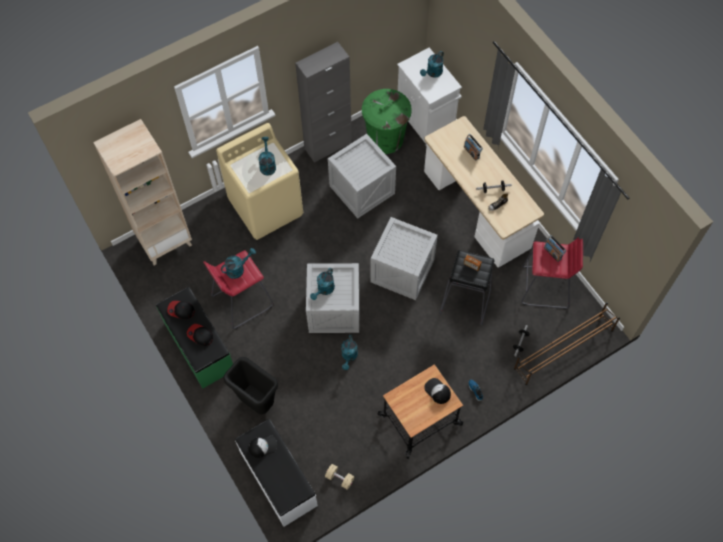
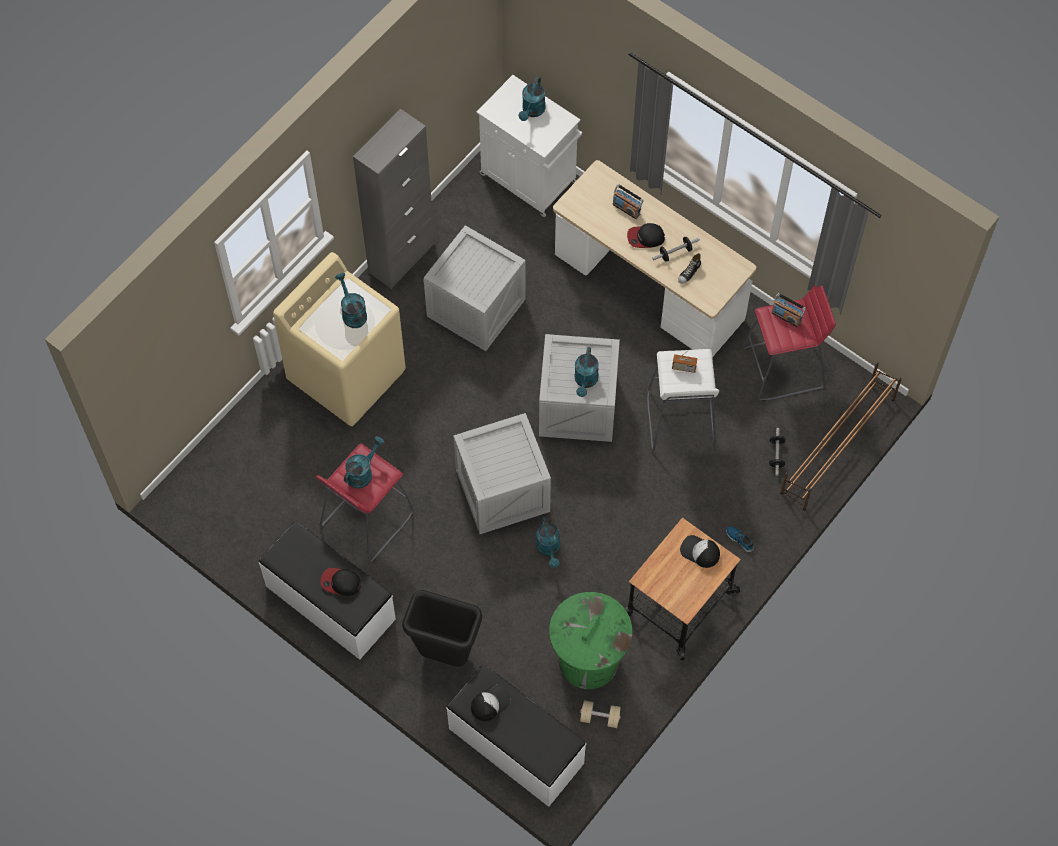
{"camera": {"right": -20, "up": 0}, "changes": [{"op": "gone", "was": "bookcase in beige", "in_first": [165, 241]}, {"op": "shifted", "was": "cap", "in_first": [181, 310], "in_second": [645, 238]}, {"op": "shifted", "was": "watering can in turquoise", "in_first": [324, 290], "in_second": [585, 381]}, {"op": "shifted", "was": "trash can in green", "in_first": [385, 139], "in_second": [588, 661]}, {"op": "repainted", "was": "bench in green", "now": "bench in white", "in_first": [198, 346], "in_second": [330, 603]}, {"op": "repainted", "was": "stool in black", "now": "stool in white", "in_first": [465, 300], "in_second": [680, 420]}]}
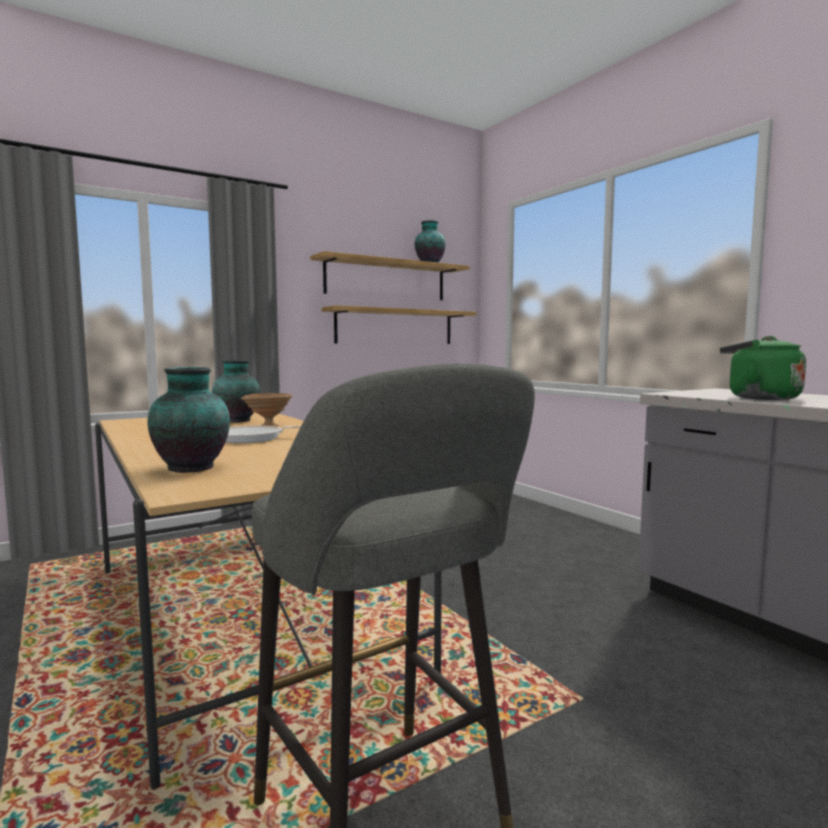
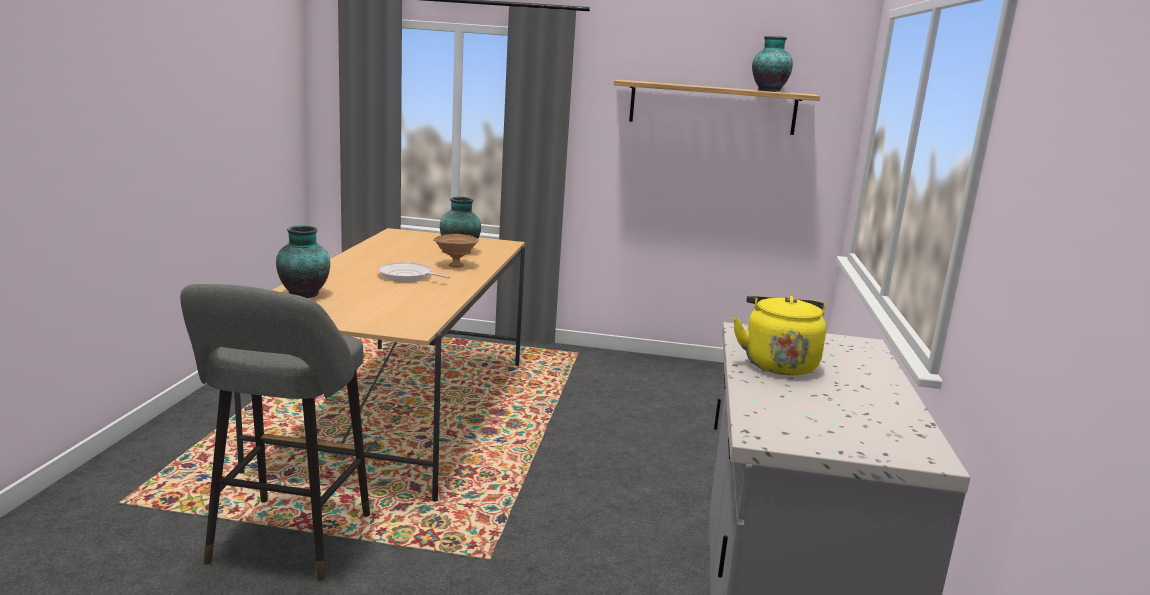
{"camera": {"right": 40, "up": 10}, "changes": [{"op": "gone", "was": "shelf", "in_first": [395, 327]}, {"op": "repainted", "was": "kettle in green", "now": "kettle in yellow", "in_first": [758, 398], "in_second": [778, 364]}]}
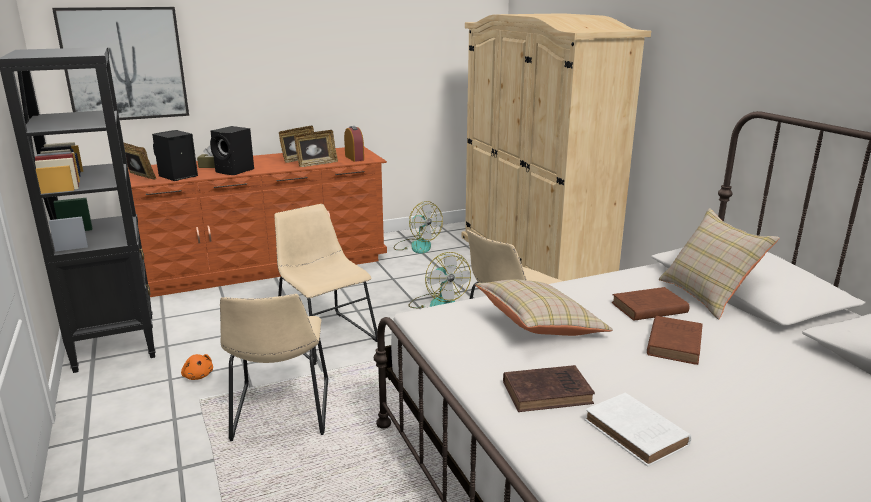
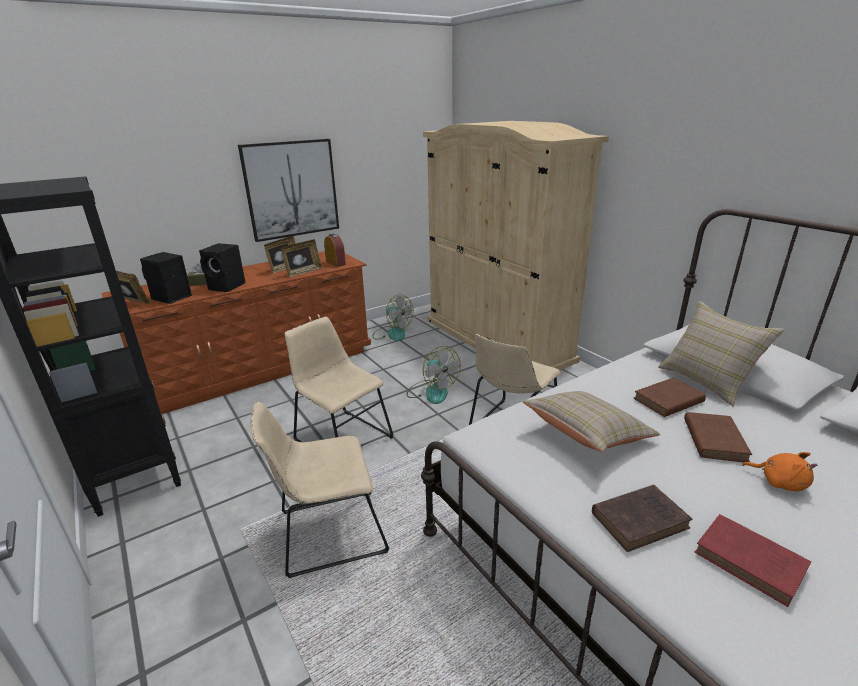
{"camera": {"right": -10, "up": 5}, "changes": [{"op": "shifted", "was": "picture", "in_first": [124, 64], "in_second": [291, 189]}, {"op": "shifted", "was": "plush toy in orange", "in_first": [198, 376], "in_second": [779, 482]}, {"op": "repainted", "was": "book in white", "now": "book in red", "in_first": [637, 434], "in_second": [752, 563]}, {"op": "rotated", "was": "chair in beige", "in_first": [281, 412], "in_second": [327, 533], "clockwise": 90}]}
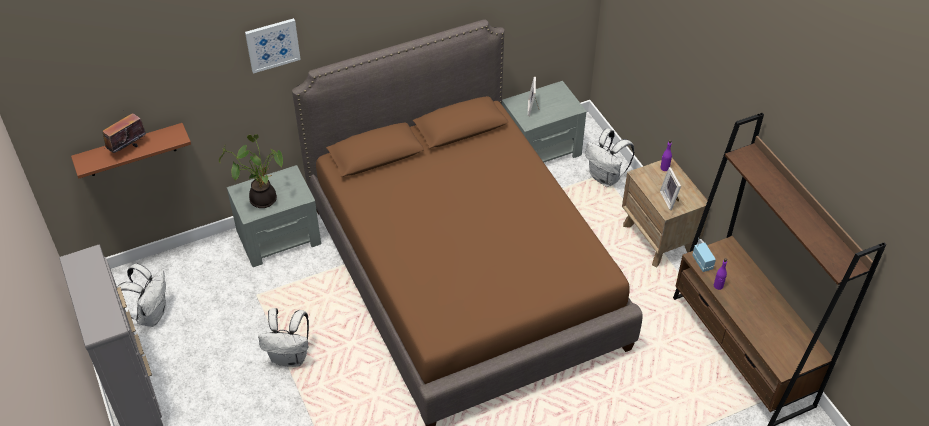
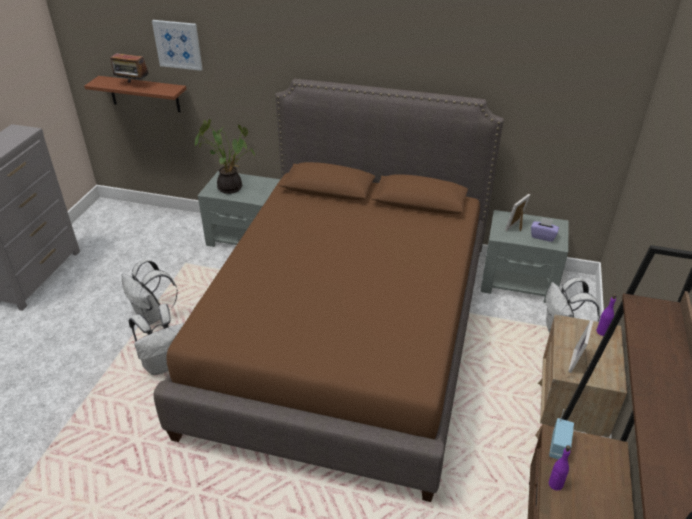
{"camera": {"right": 40, "up": -10}, "changes": [{"op": "new", "now": "tissue box in purple", "in_second": [543, 236]}, {"op": "shifted", "was": "backpack in white", "in_first": [151, 314], "in_second": [164, 363]}, {"op": "shifted", "was": "picture", "in_first": [272, 45], "in_second": [178, 44]}, {"op": "rotated", "was": "radio", "in_first": [127, 148], "in_second": [132, 84], "clockwise": -150}]}
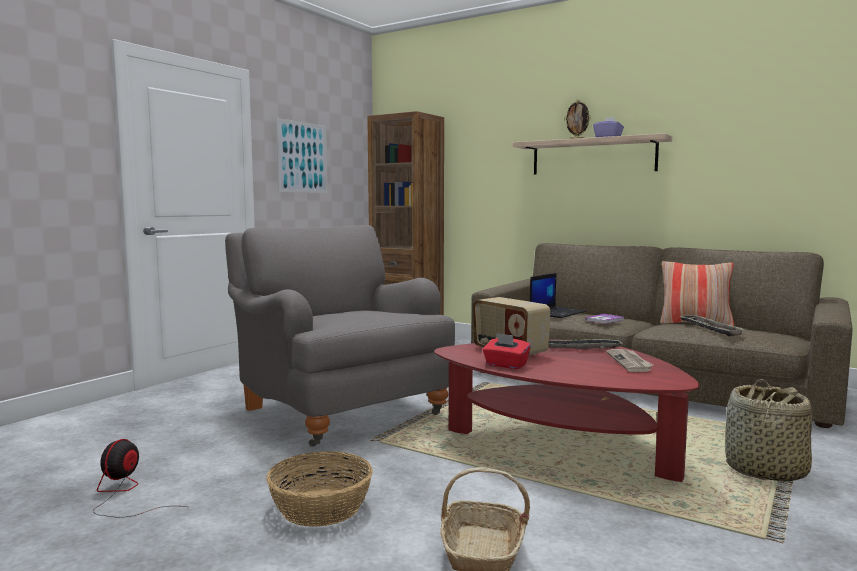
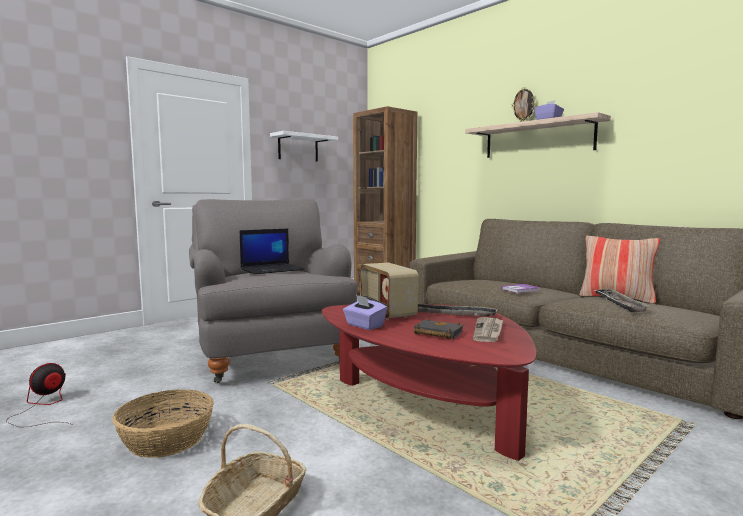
{"camera": {"right": 15, "up": 0}, "changes": [{"op": "gone", "was": "basket", "in_first": [764, 470]}, {"op": "new", "now": "book in black", "in_second": [436, 333]}, {"op": "shifted", "was": "laptop", "in_first": [557, 313], "in_second": [272, 269]}, {"op": "swapped", "was": "picture", "now": "shelf in white", "in_first": [302, 157], "in_second": [298, 148]}, {"op": "repainted", "was": "tissue box in red", "now": "tissue box in purple", "in_first": [506, 365], "in_second": [364, 325]}]}
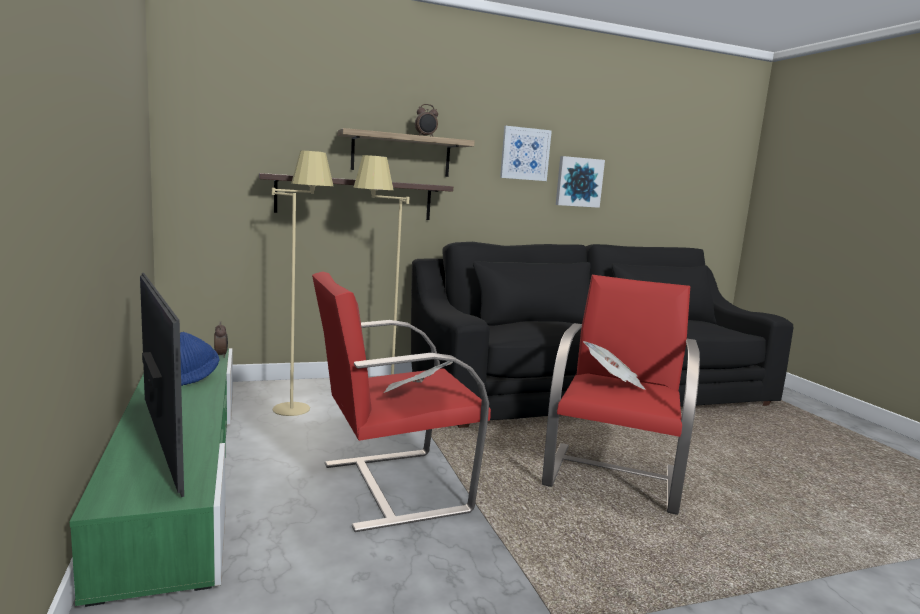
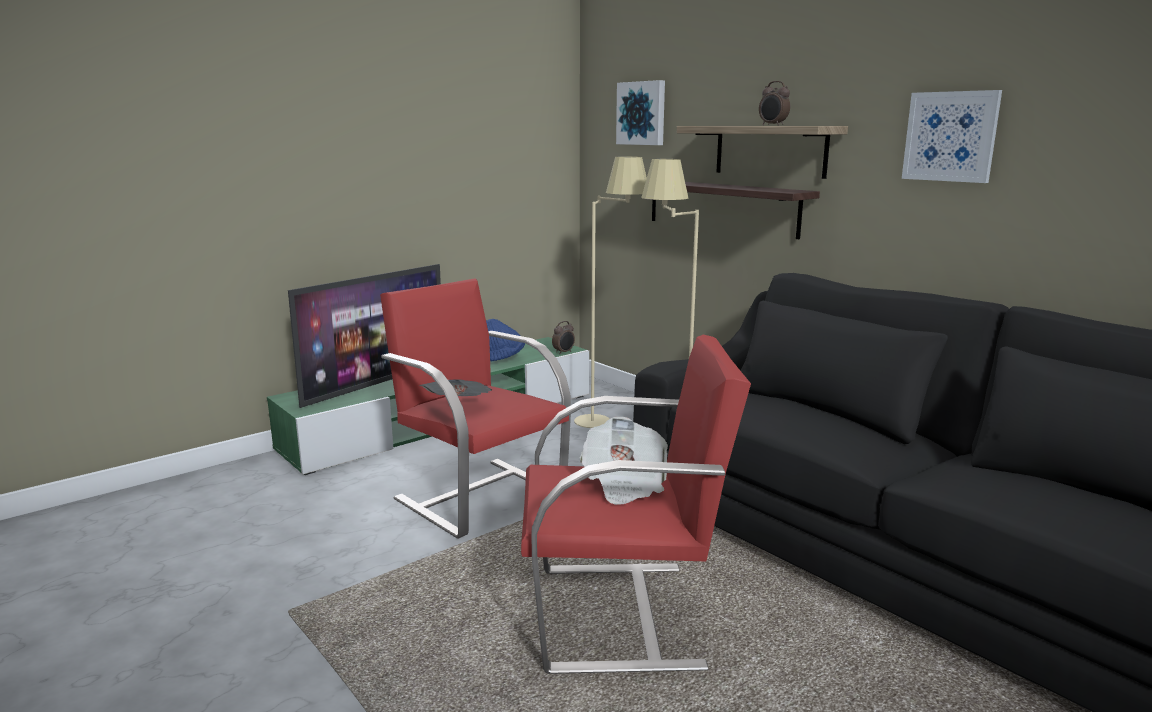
{"camera": {"right": 70, "up": 5}, "changes": [{"op": "shifted", "was": "picture", "in_first": [578, 182], "in_second": [642, 113]}]}
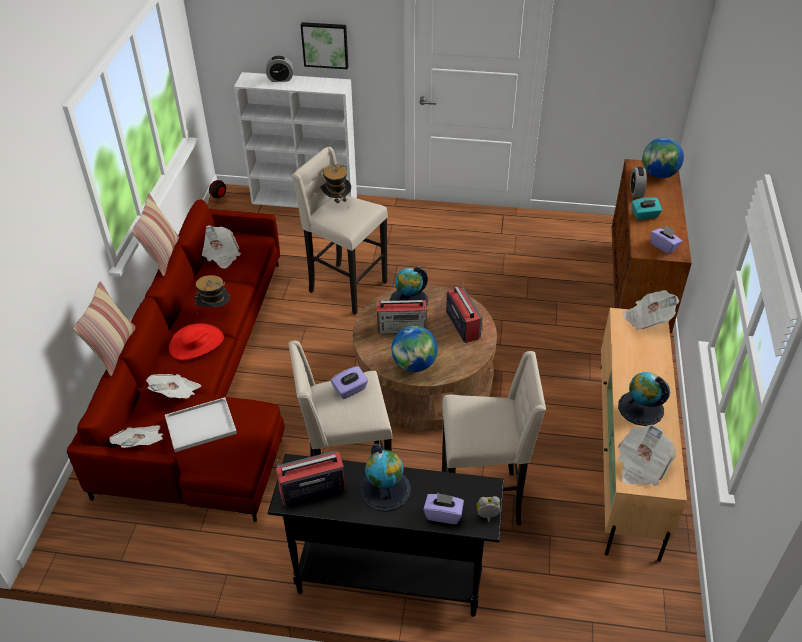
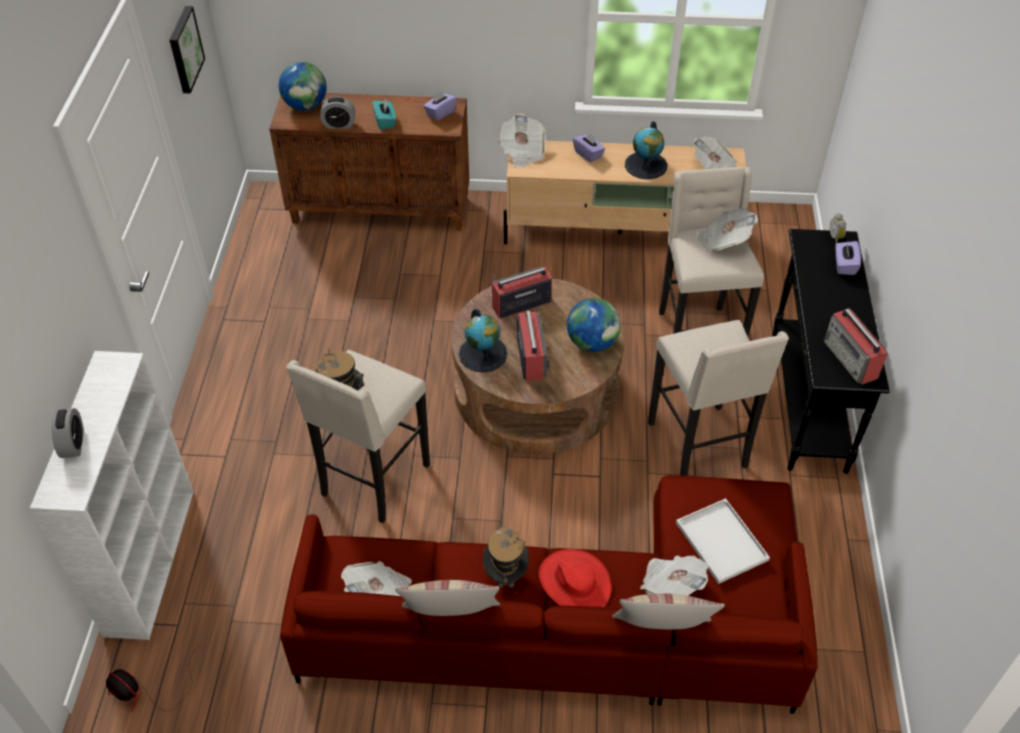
{"camera": {"right": -95, "up": 5}, "changes": [{"op": "gone", "was": "globe", "in_first": [385, 489]}, {"op": "shifted", "was": "newspaper", "in_first": [142, 444], "in_second": [723, 241]}, {"op": "shifted", "was": "picture", "in_first": [325, 44], "in_second": [184, 49]}, {"op": "shifted", "was": "tissue box in purple", "in_first": [350, 390], "in_second": [588, 154]}]}
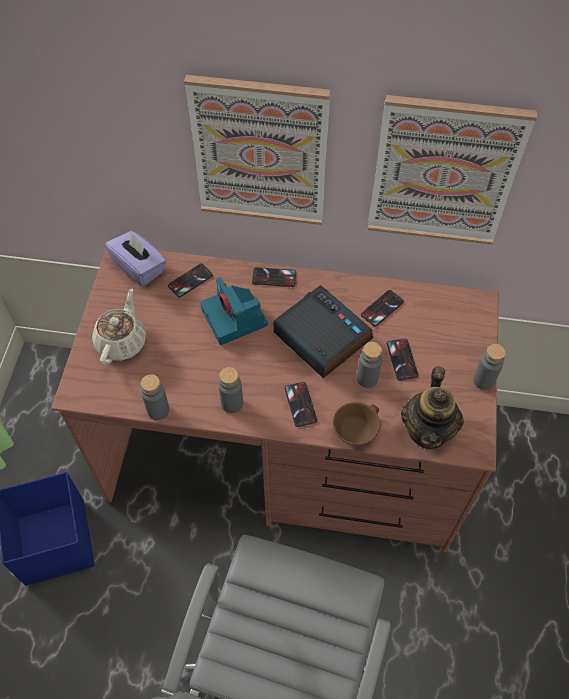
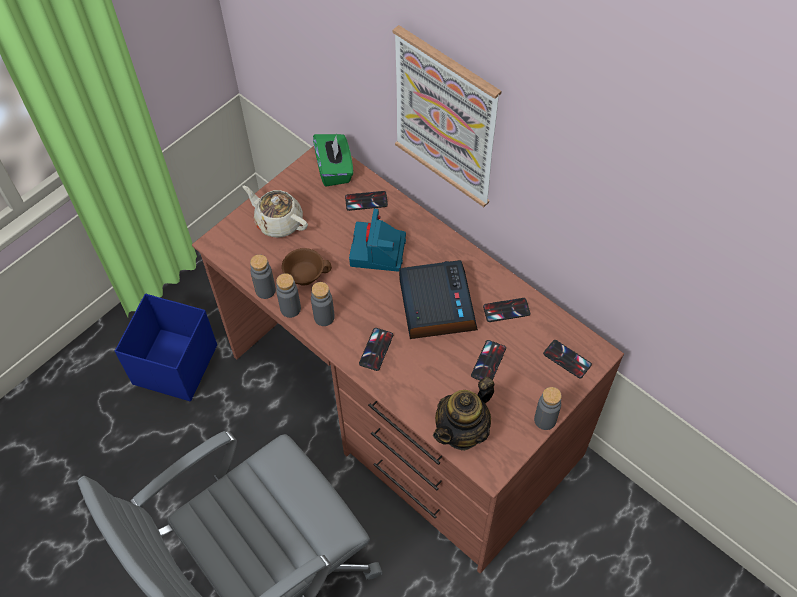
{"camera": {"right": 35, "up": 0}, "changes": [{"op": "gone", "was": "picture", "in_first": [444, 172]}, {"op": "shifted", "was": "phone", "in_first": [274, 277], "in_second": [567, 359]}, {"op": "shifted", "was": "cup in brown", "in_first": [354, 429], "in_second": [305, 273]}, {"op": "shifted", "was": "bottle in grey", "in_first": [367, 378], "in_second": [290, 309]}, {"op": "repainted", "was": "tissue box in purple", "now": "tissue box in green", "in_first": [139, 268], "in_second": [334, 169]}, {"op": "rotated", "was": "teapot in beige", "in_first": [122, 341], "in_second": [278, 221], "clockwise": -105}]}
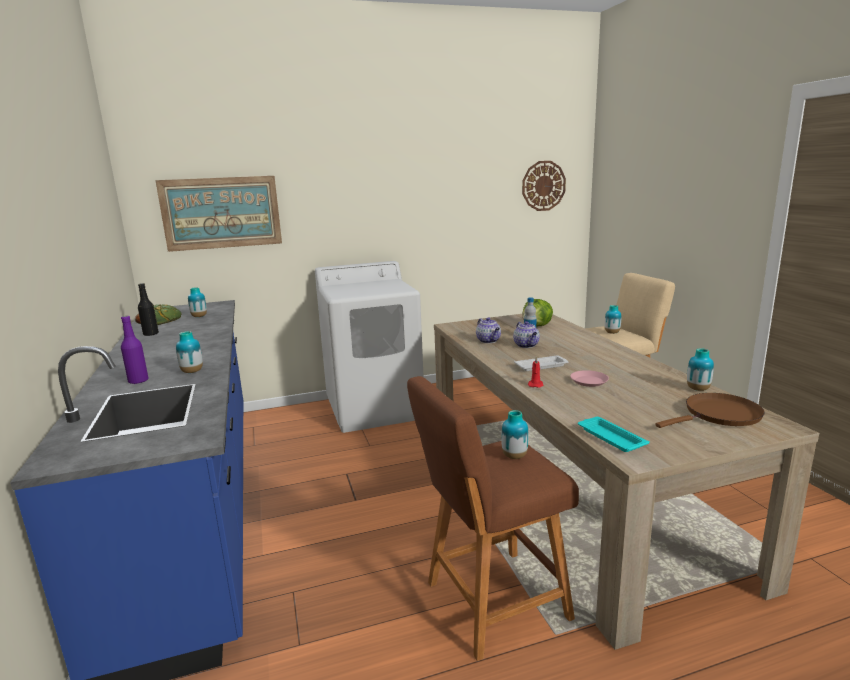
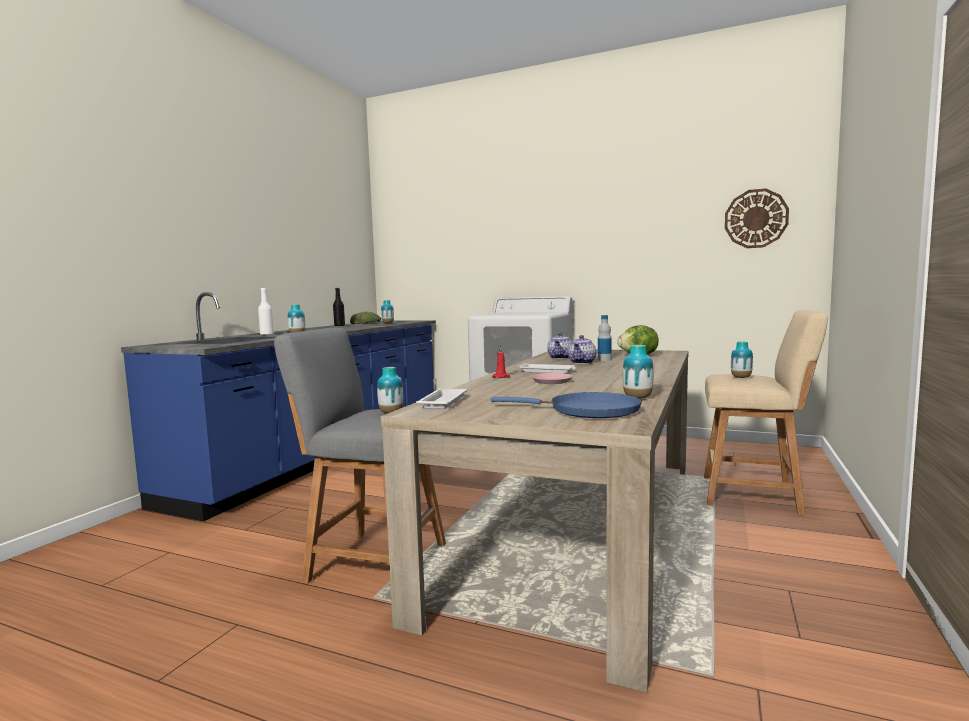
{"camera": {"right": 40, "up": -10}, "changes": [{"op": "gone", "was": "picture", "in_first": [221, 213]}, {"op": "repainted", "was": "bottle in purple", "now": "bottle in white", "in_first": [138, 381], "in_second": [267, 334]}, {"op": "repainted", "was": "stool in brown", "now": "stool in grey", "in_first": [491, 603], "in_second": [371, 561]}, {"op": "repainted", "was": "tray in turquoise", "now": "tray in white", "in_first": [610, 437], "in_second": [444, 402]}, {"op": "repainted", "was": "frying pan in brown", "now": "frying pan in blue", "in_first": [719, 415], "in_second": [588, 410]}]}
